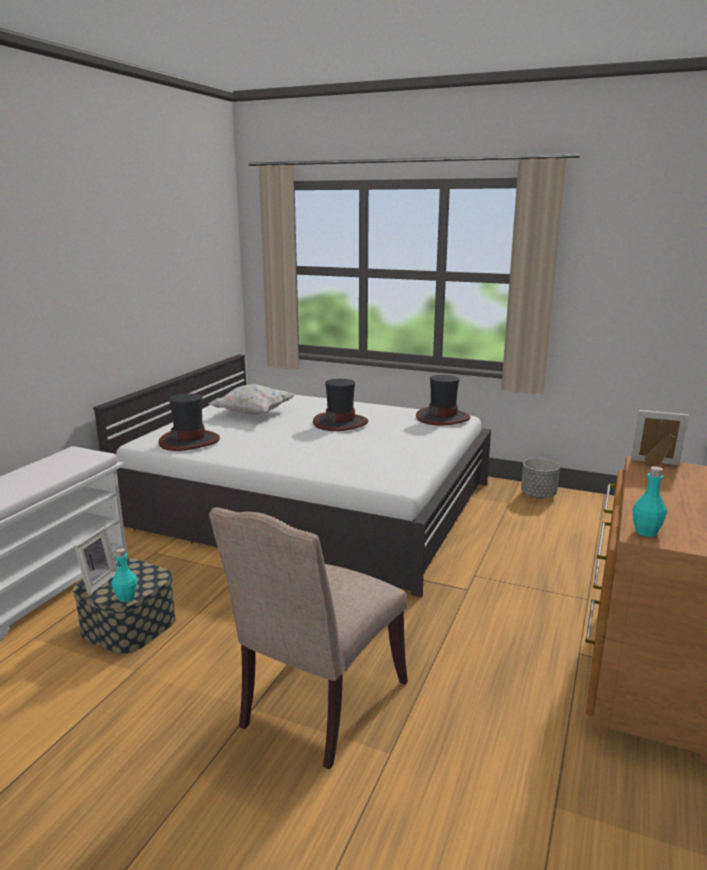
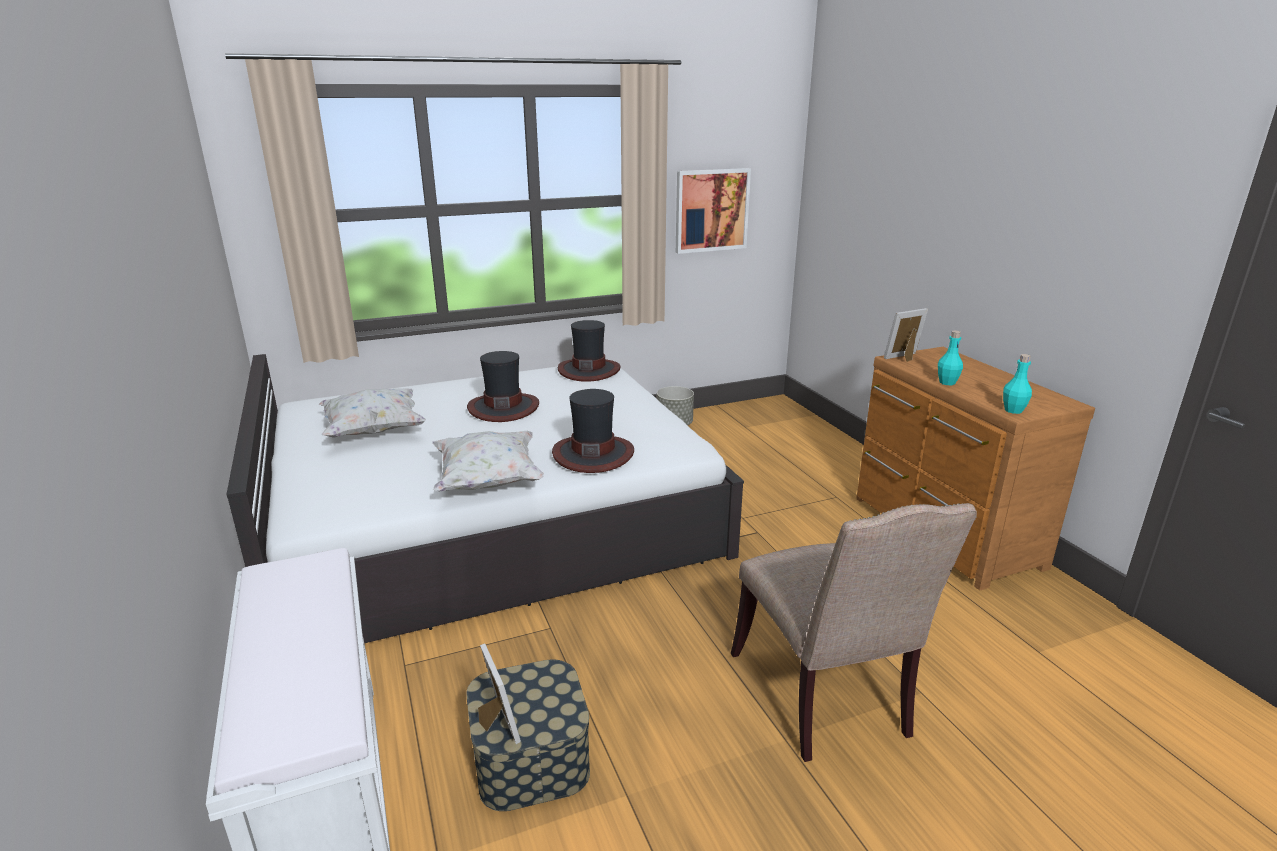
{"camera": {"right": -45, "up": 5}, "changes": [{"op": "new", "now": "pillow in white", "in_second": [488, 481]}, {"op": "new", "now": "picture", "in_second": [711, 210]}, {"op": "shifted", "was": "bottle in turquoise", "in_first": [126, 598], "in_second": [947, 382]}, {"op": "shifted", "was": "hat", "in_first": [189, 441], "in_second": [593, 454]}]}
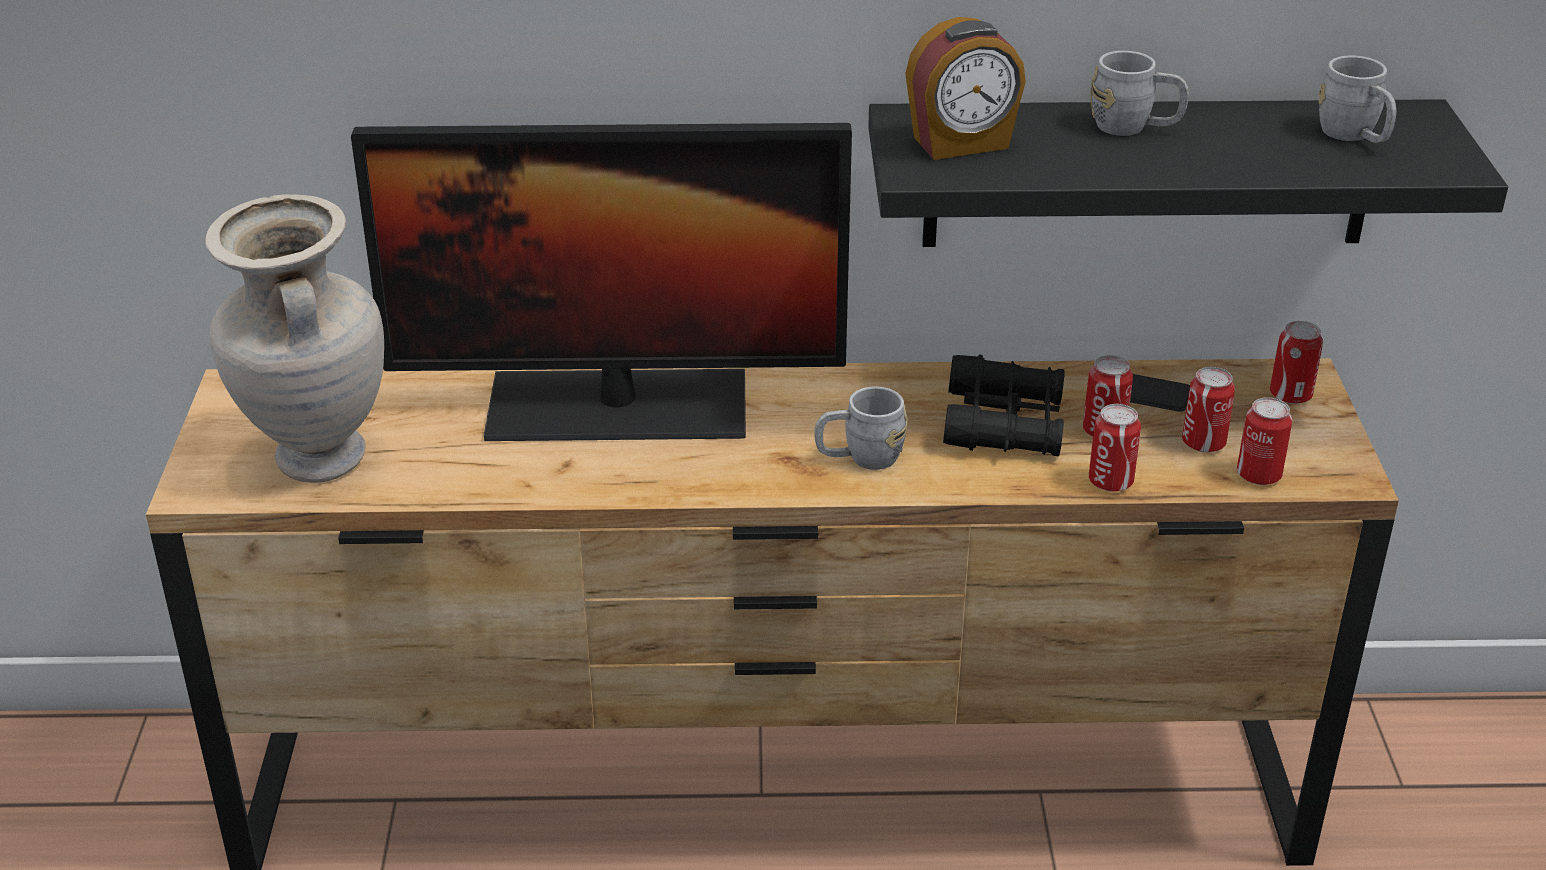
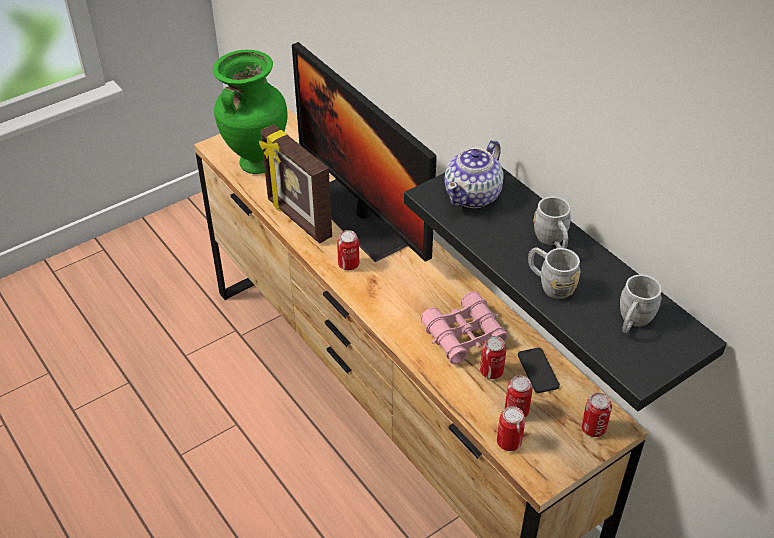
{"camera": {"right": 55, "up": 10}, "changes": [{"op": "new", "now": "picture frame", "in_second": [298, 219]}, {"op": "shifted", "was": "mug in grey", "in_first": [860, 458], "in_second": [550, 284]}, {"op": "shifted", "was": "can", "in_first": [1110, 481], "in_second": [348, 264]}, {"op": "swapped", "was": "alarm clock", "now": "teapot", "in_first": [961, 144], "in_second": [473, 195]}, {"op": "repainted", "was": "vase in beige", "now": "vase in green", "in_first": [317, 460], "in_second": [256, 163]}, {"op": "repainted", "was": "binoculars in black", "now": "binoculars in pink", "in_first": [1004, 423], "in_second": [464, 335]}]}
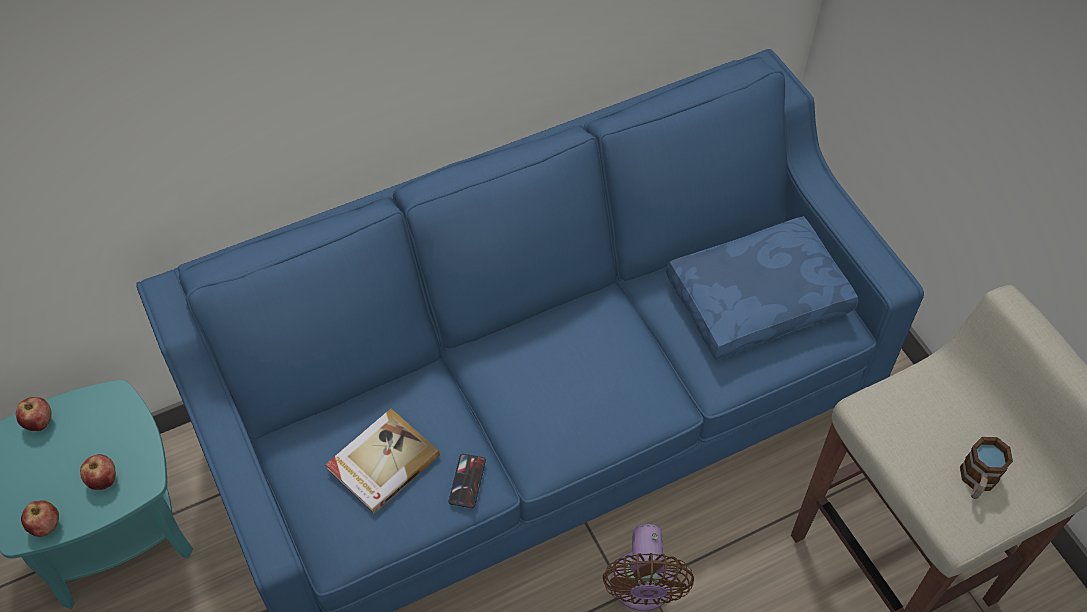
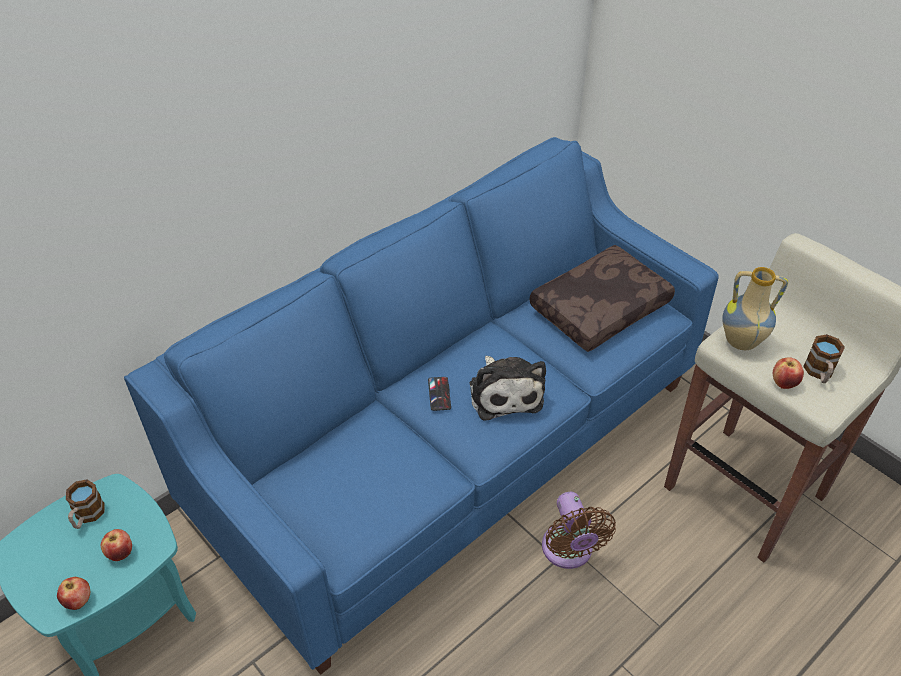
{"camera": {"right": -15, "up": -10}, "changes": [{"op": "gone", "was": "book", "in_first": [381, 462]}, {"op": "new", "now": "mug", "in_second": [87, 516]}, {"op": "new", "now": "plush toy", "in_second": [505, 392]}, {"op": "new", "now": "vase", "in_second": [740, 342]}, {"op": "shifted", "was": "apple", "in_first": [39, 422], "in_second": [784, 383]}, {"op": "shifted", "was": "phone", "in_first": [467, 481], "in_second": [439, 394]}, {"op": "repainted", "was": "pillow in blue", "now": "pillow in brown", "in_first": [757, 296], "in_second": [599, 307]}]}
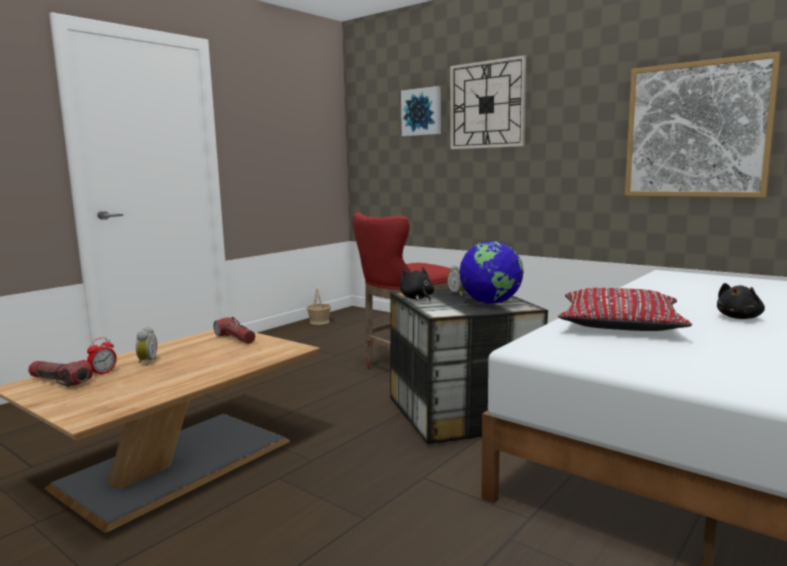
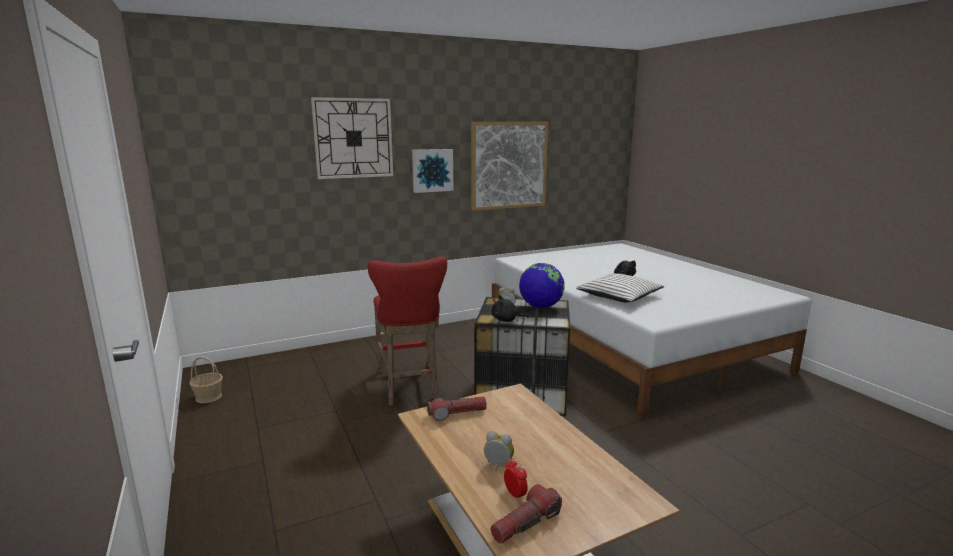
{"camera": {"right": -65, "up": 5}, "changes": [{"op": "shifted", "was": "picture", "in_first": [422, 112], "in_second": [432, 170]}, {"op": "repainted", "was": "pillow in red", "now": "pillow in white", "in_first": [619, 324], "in_second": [619, 296]}]}
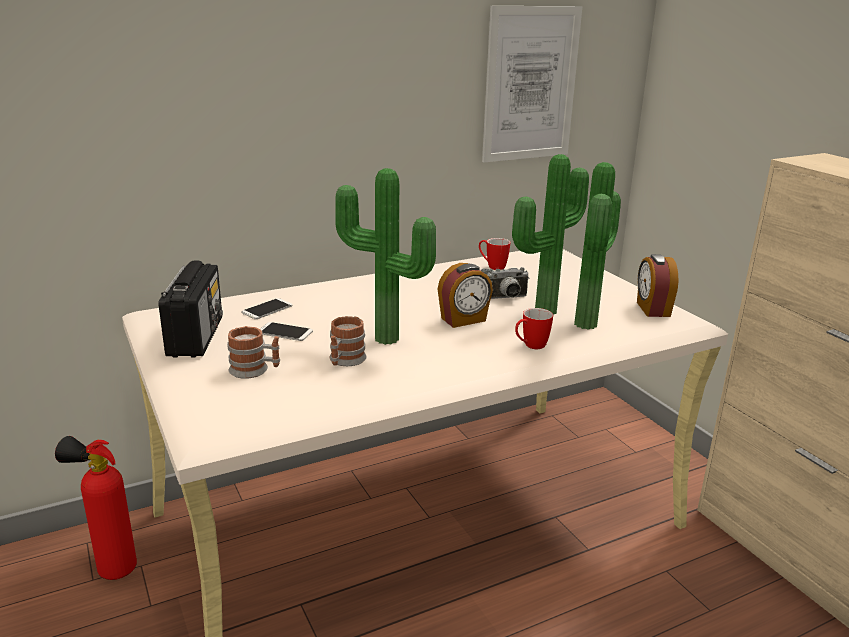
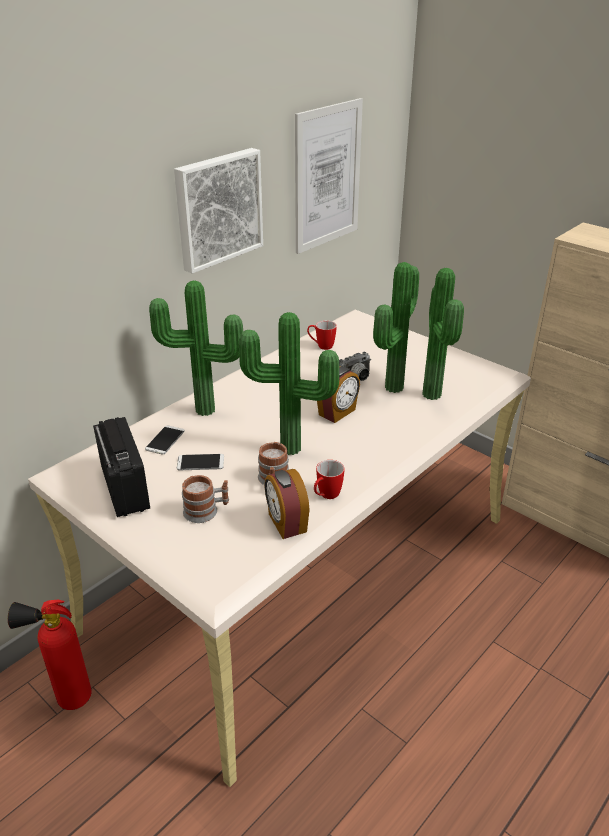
{"camera": {"right": -20, "up": 10}, "changes": [{"op": "new", "now": "potted plant", "in_second": [205, 412]}, {"op": "new", "now": "picture", "in_second": [217, 208]}, {"op": "shifted", "was": "mug", "in_first": [530, 346], "in_second": [326, 496]}, {"op": "shifted", "was": "alarm clock", "in_first": [652, 309], "in_second": [286, 523]}]}
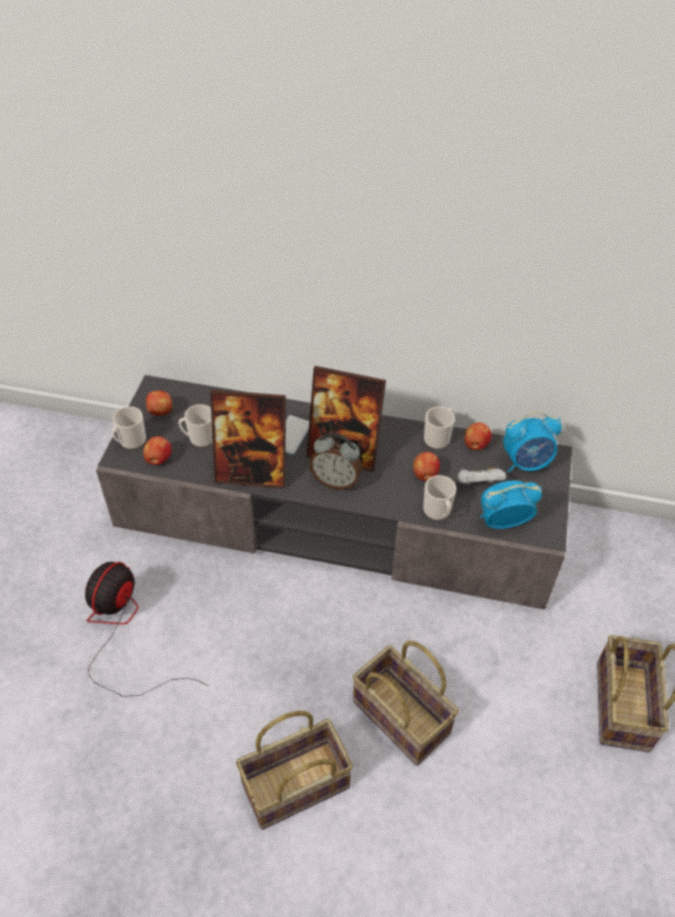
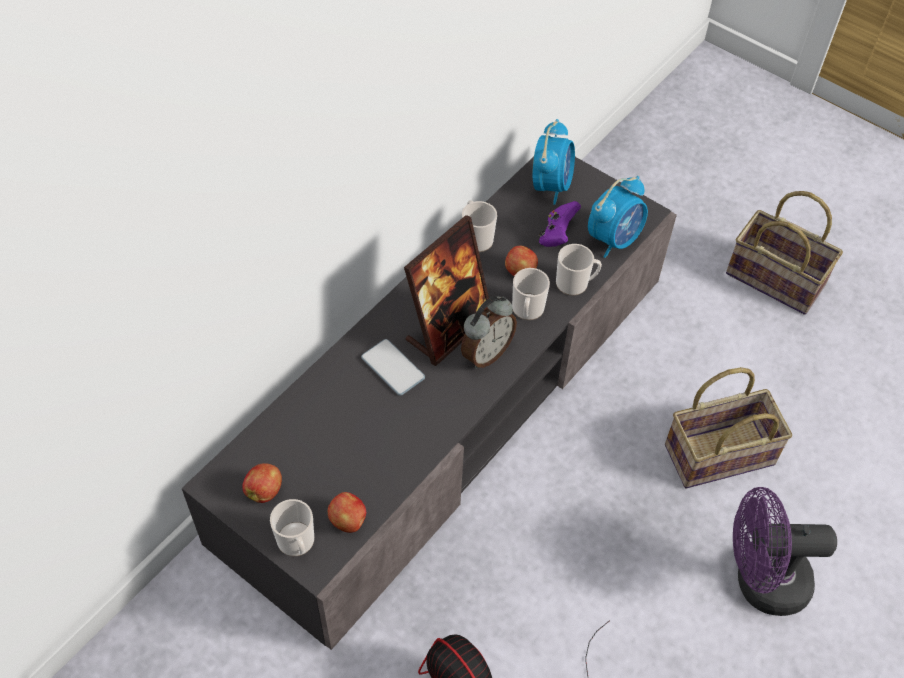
{"camera": {"right": -65, "up": 5}, "changes": [{"op": "gone", "was": "picture frame", "in_first": [252, 473]}, {"op": "gone", "was": "apple", "in_first": [475, 445]}, {"op": "shifted", "was": "mug", "in_first": [199, 438], "in_second": [527, 311]}, {"op": "swapped", "was": "basket", "now": "fan in purple", "in_first": [294, 788], "in_second": [760, 582]}, {"op": "repainted", "was": "game controller in white", "now": "game controller in purple", "in_first": [478, 484], "in_second": [557, 235]}, {"op": "rotated", "was": "alarm clock", "in_first": [502, 522], "in_second": [614, 239], "clockwise": -150}]}
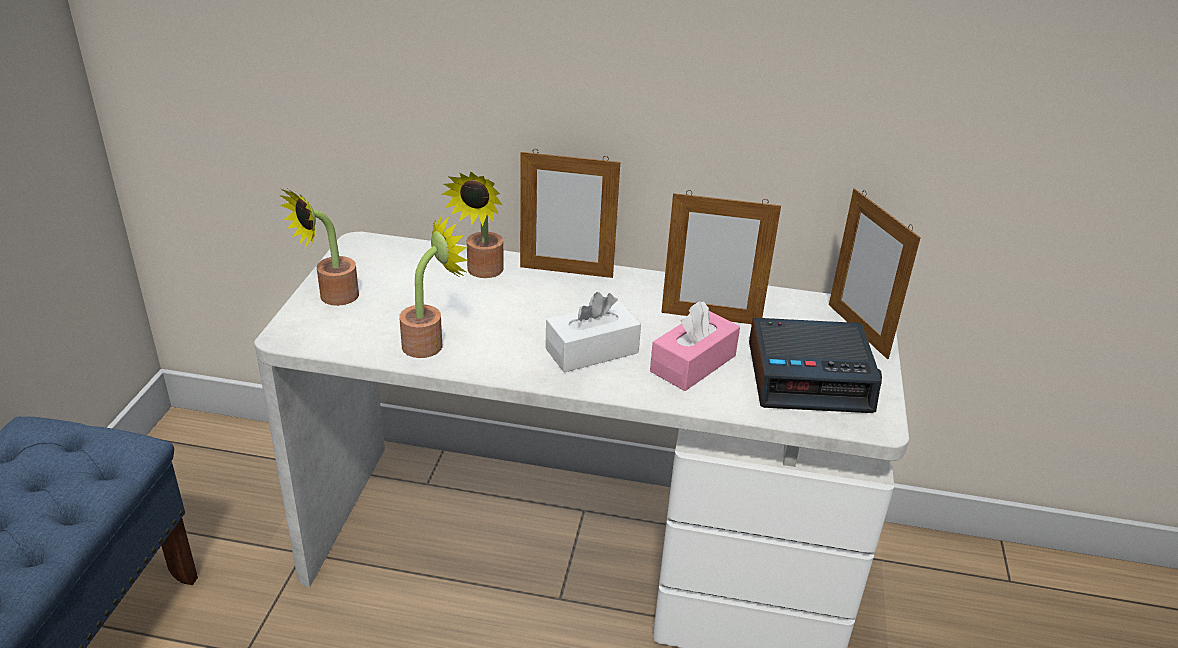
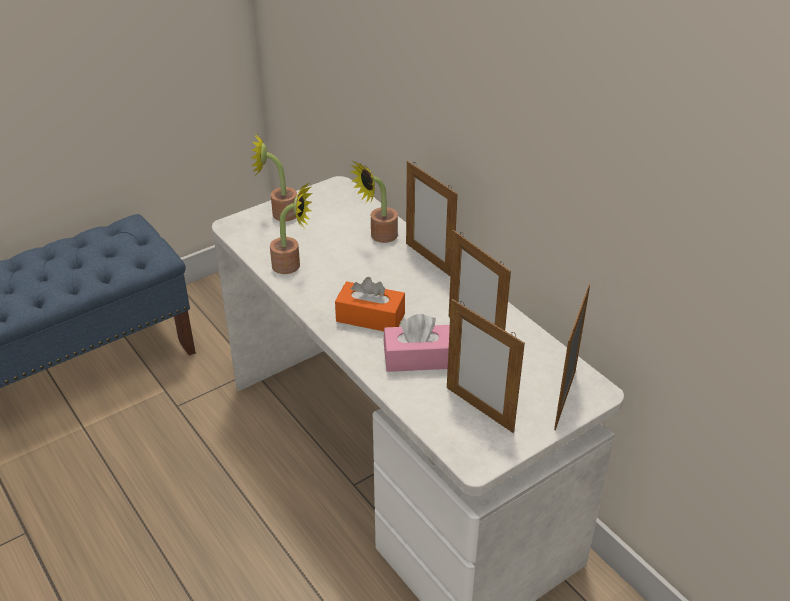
{"camera": {"right": 45, "up": 5}, "changes": [{"op": "swapped", "was": "alarm clock", "now": "picture frame", "in_first": [810, 377], "in_second": [479, 409]}, {"op": "repainted", "was": "tissue box in white", "now": "tissue box in orange", "in_first": [592, 351], "in_second": [370, 317]}]}
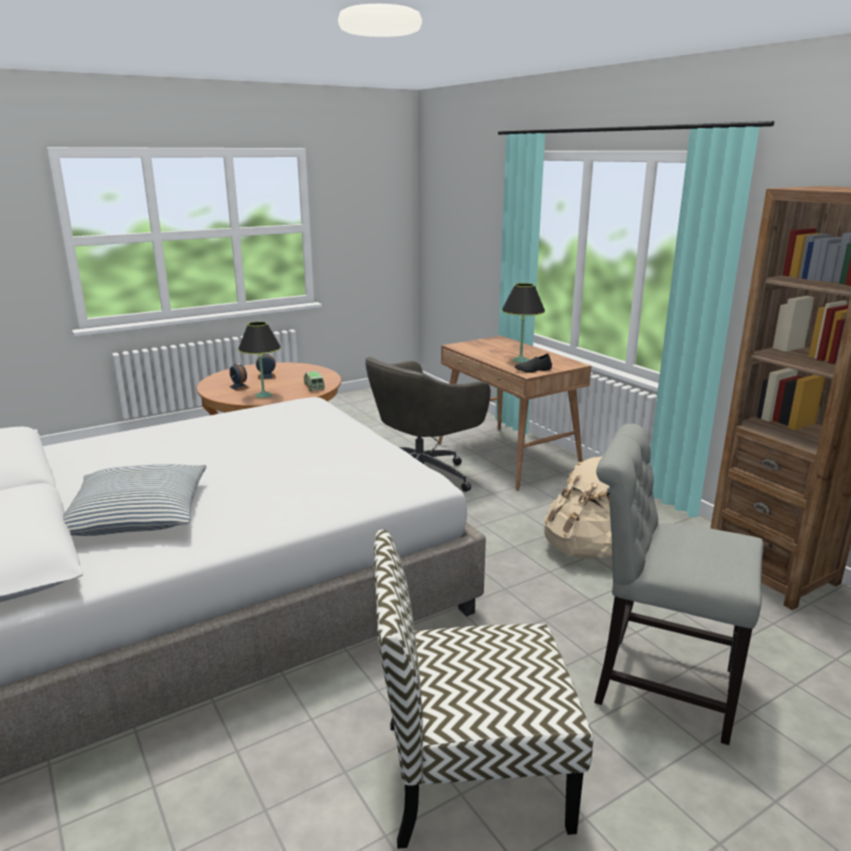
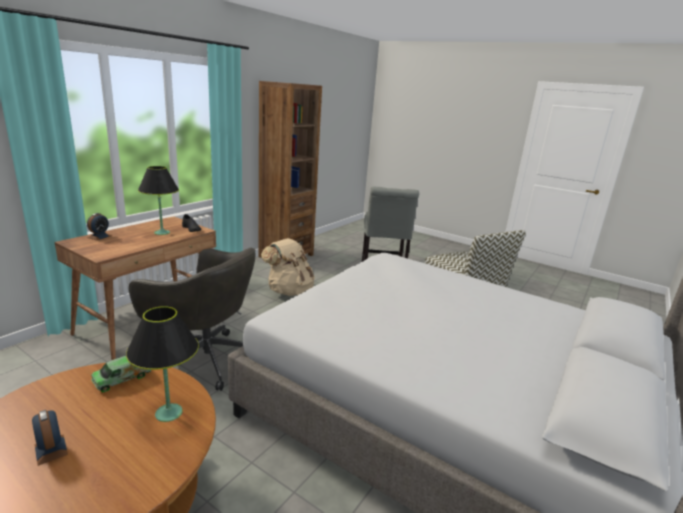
{"camera": {"right": -115, "up": 0}, "changes": [{"op": "gone", "was": "pillow", "in_first": [137, 515]}, {"op": "shifted", "was": "alarm clock", "in_first": [239, 387], "in_second": [99, 236]}]}
